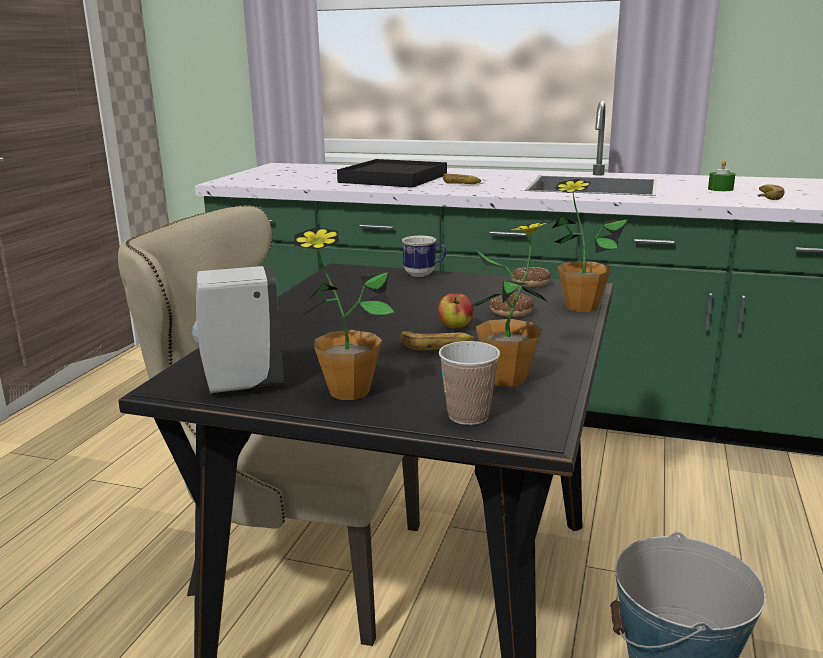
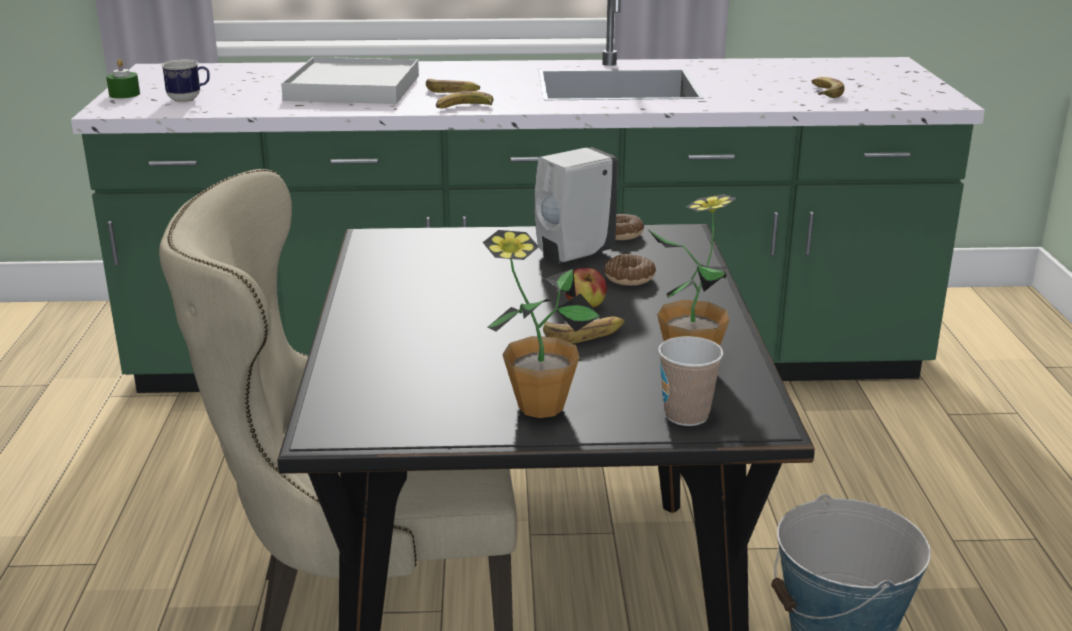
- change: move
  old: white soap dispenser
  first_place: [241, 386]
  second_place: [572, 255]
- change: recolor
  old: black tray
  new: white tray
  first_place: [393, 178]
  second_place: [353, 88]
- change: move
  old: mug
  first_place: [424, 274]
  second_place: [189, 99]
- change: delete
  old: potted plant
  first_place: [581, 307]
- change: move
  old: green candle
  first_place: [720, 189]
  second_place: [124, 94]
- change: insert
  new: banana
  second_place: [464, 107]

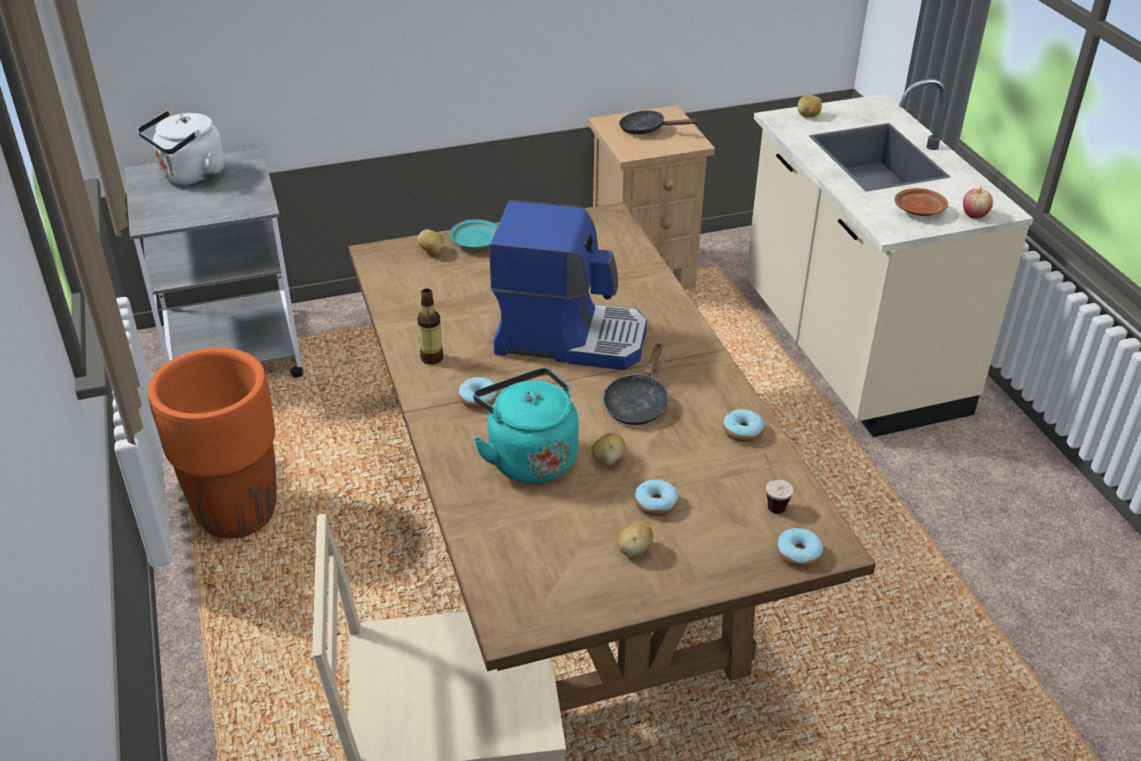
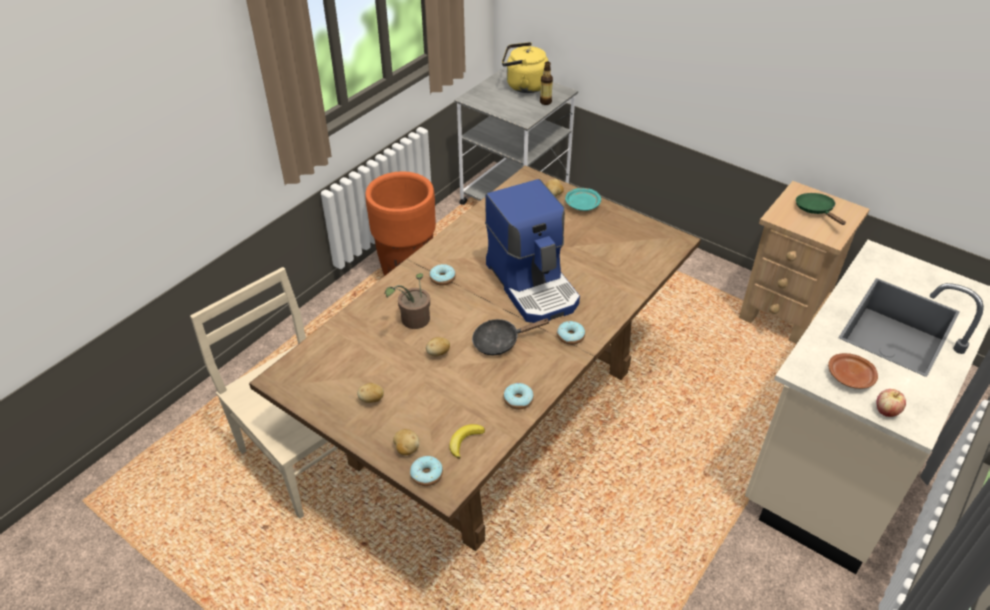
- change: recolor
  old: white kettle
  new: yellow kettle
  first_place: [190, 176]
  second_place: [523, 86]
- change: move
  old: bottle
  first_place: [432, 358]
  second_place: [545, 102]
- change: replace
  old: turquoise kettle
  new: potted plant
  first_place: [529, 457]
  second_place: [412, 321]
- change: recolor
  old: black frying pan
  new: green frying pan
  first_place: [647, 129]
  second_place: [816, 210]
- change: move
  old: donut
  first_place: [656, 504]
  second_place: [570, 336]
- change: replace
  old: cup
  new: banana
  first_place: [771, 500]
  second_place: [464, 441]
- change: move
  old: potato
  first_place: [808, 116]
  second_place: [406, 449]

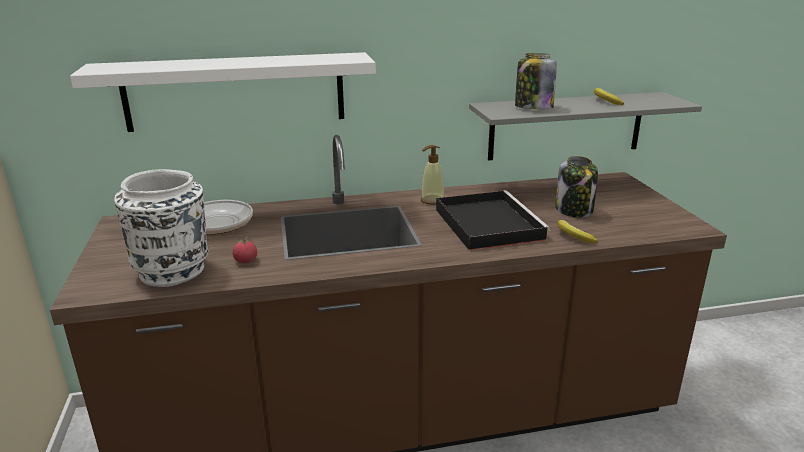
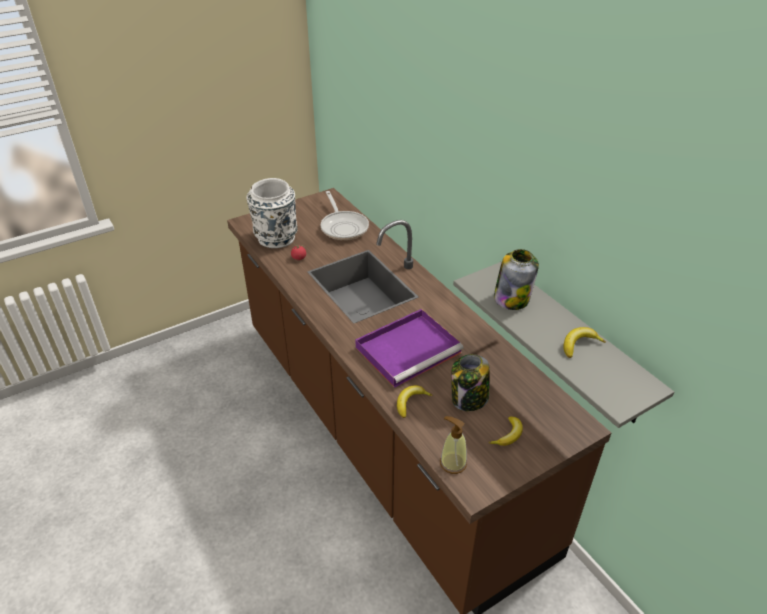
- change: delete
  old: white shelf
  first_place: [235, 91]
- change: move
  old: soap dispenser
  first_place: [432, 200]
  second_place: [453, 463]
- change: recolor
  old: black tray
  new: purple tray
  first_place: [487, 223]
  second_place: [409, 349]
- change: insert
  new: banana
  second_place: [508, 435]

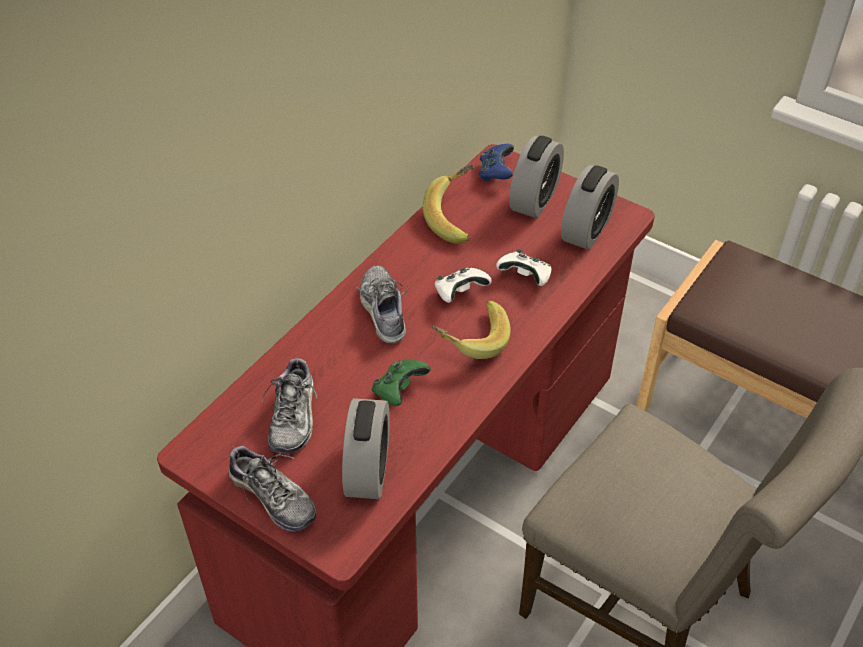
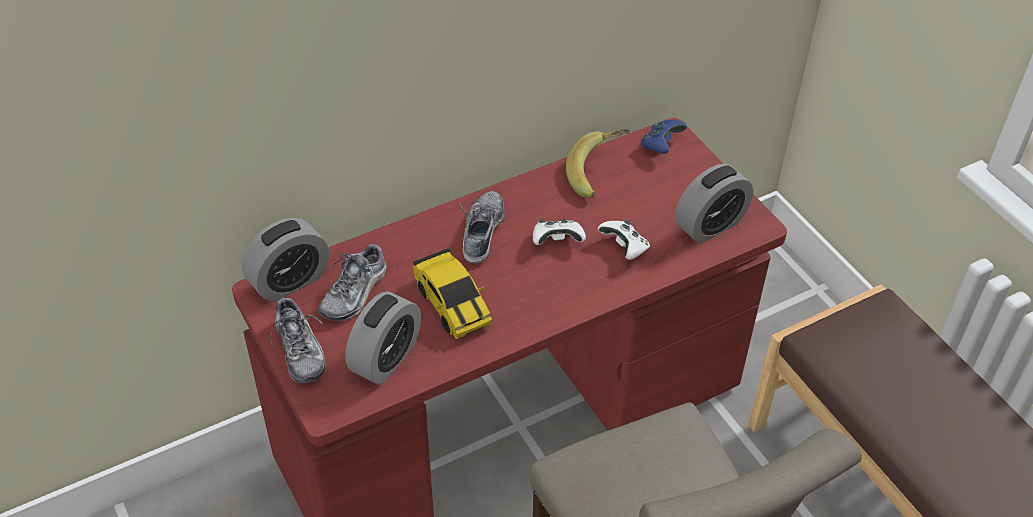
- change: replace
  old: green game controller
  new: toy car
  first_place: [399, 390]
  second_place: [452, 304]
- change: delete
  old: banana
  first_place: [470, 340]
- change: move
  old: alarm clock
  first_place: [534, 200]
  second_place: [290, 281]

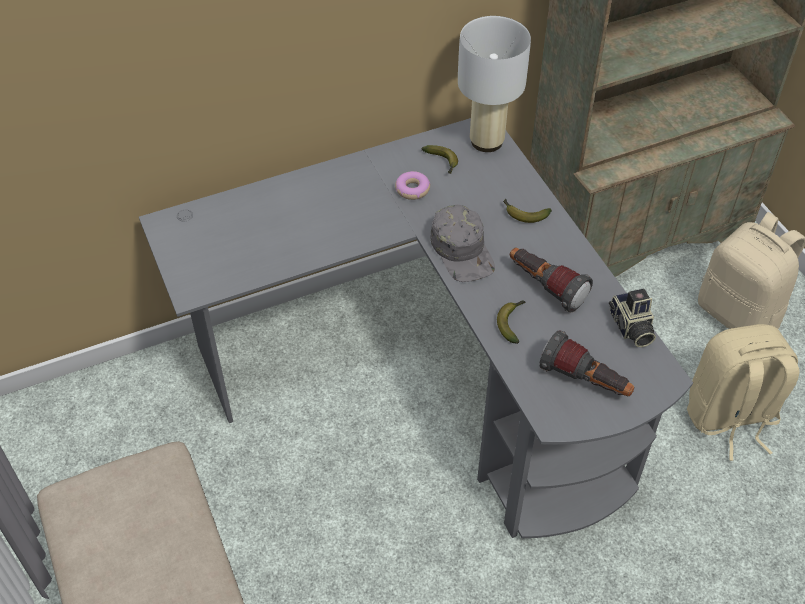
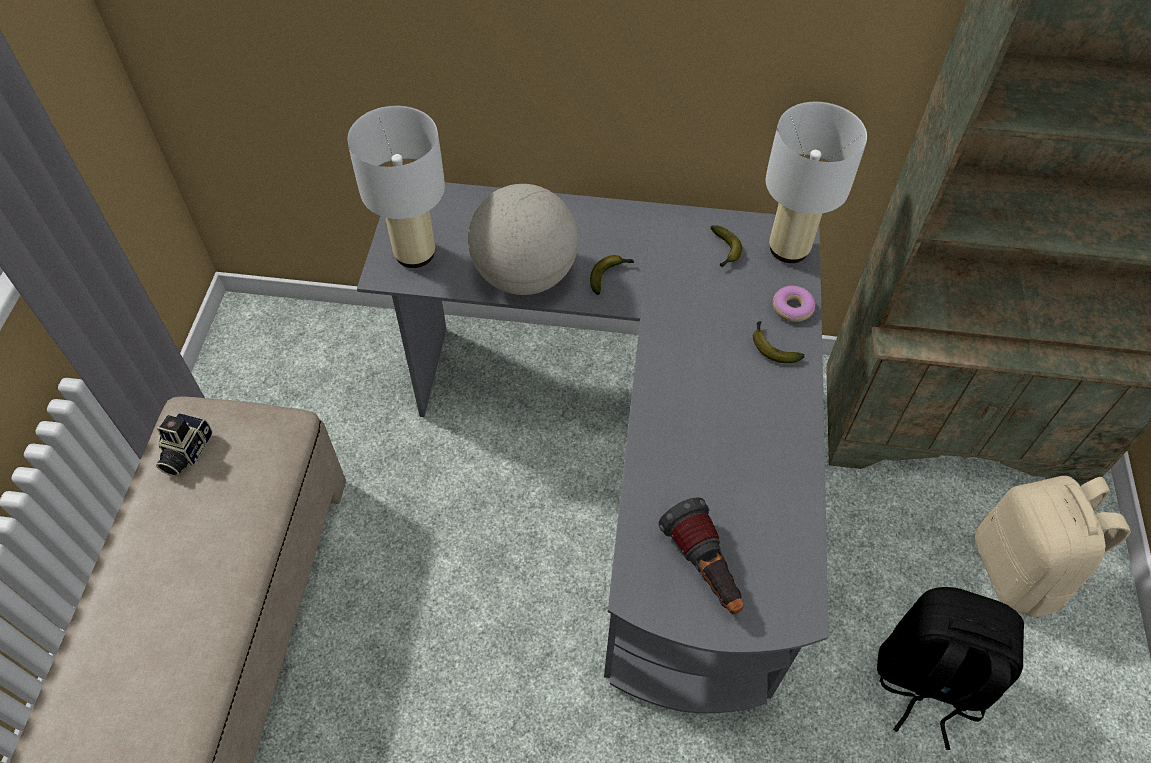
- change: move
  old: donut
  first_place: [412, 189]
  second_place: [792, 308]
- change: delete
  old: grey cap
  first_place: [463, 250]
- change: move
  old: banana
  first_place: [512, 323]
  second_place: [610, 276]
- change: delete
  old: flashlight
  first_place: [545, 287]
- change: move
  old: photo camera
  first_place: [630, 328]
  second_place: [185, 452]
- change: recolor
  old: beige backpack
  new: black backpack
  first_place: [730, 417]
  second_place: [928, 681]
- change: insert
  new: white table lamp
  second_place: [415, 254]
- change: insert
  new: globe
  second_place: [524, 276]

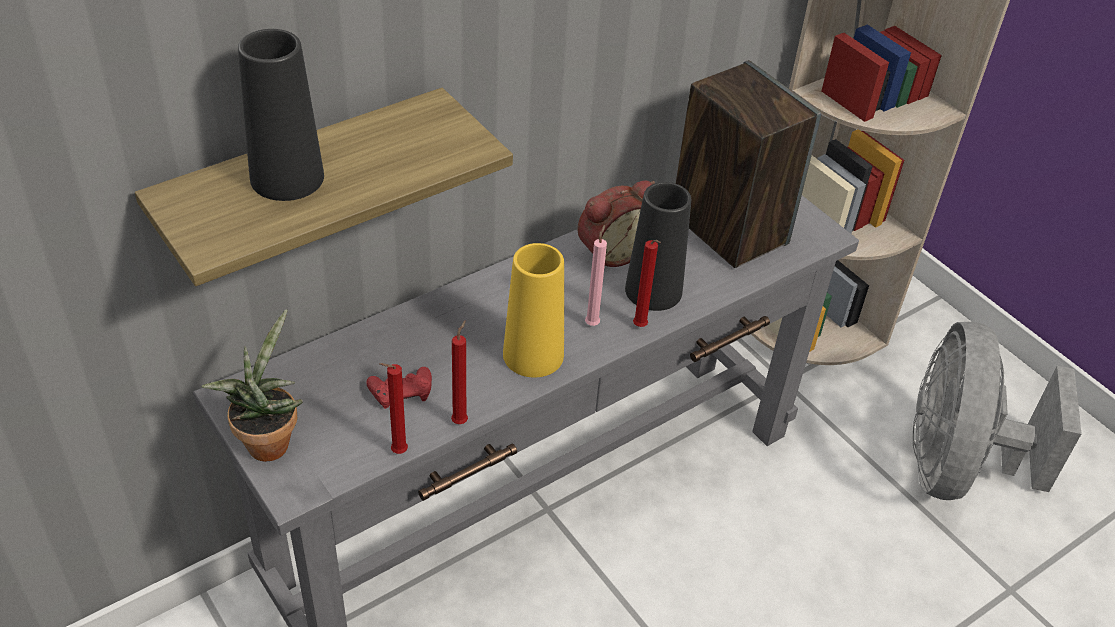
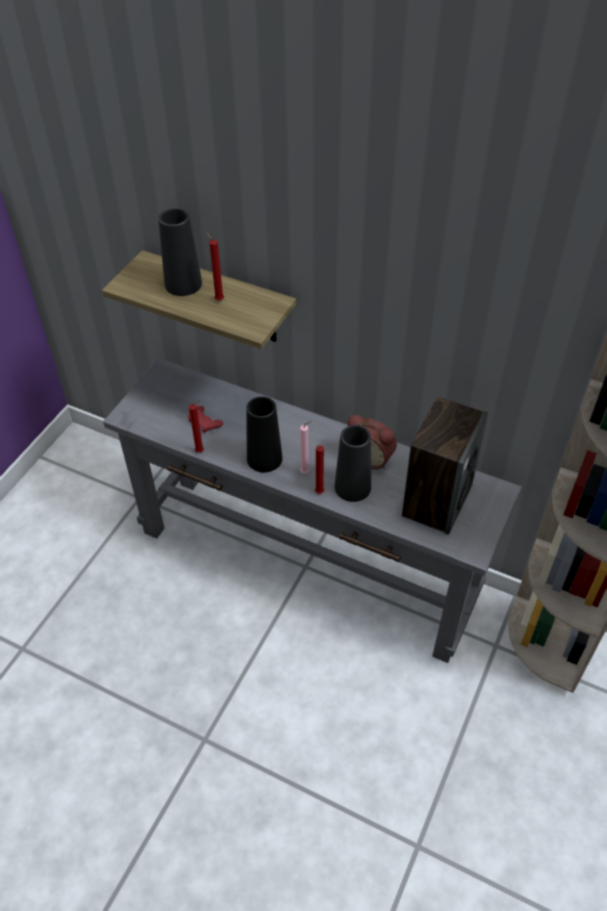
- change: delete
  old: potted plant
  first_place: [267, 440]
- change: move
  old: red candle
  first_place: [396, 452]
  second_place: [218, 299]
- change: recolor
  old: yellow vase
  new: black vase
  first_place: [533, 355]
  second_place: [264, 458]
- change: delete
  old: grey fan
  first_place: [955, 466]

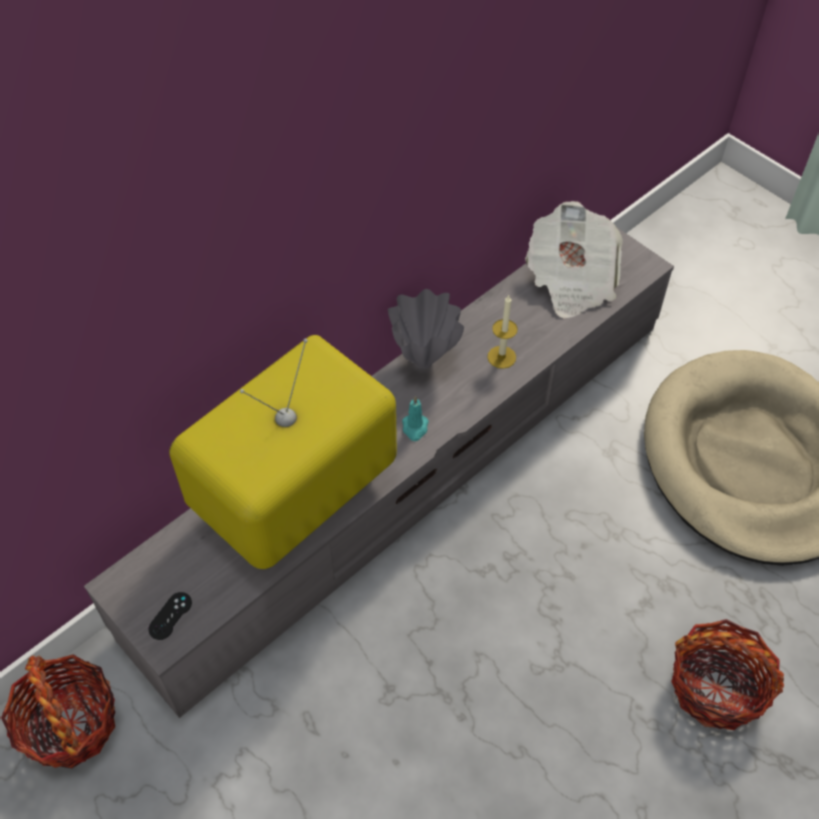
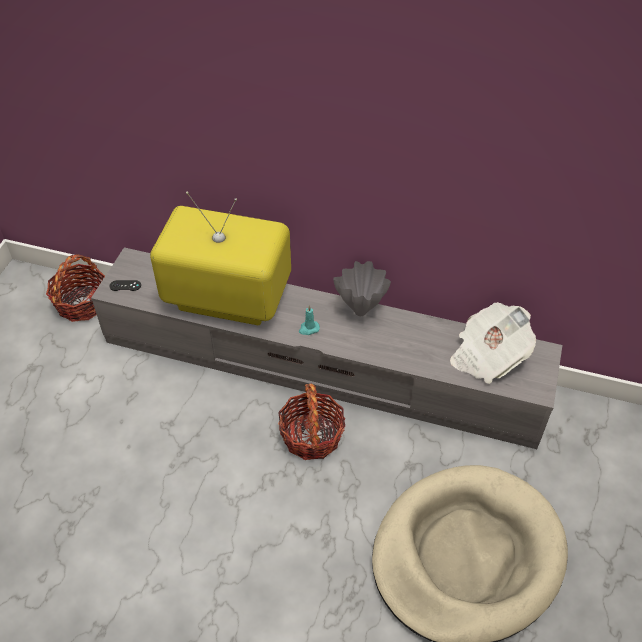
- change: delete
  old: candle
  first_place: [501, 357]
- change: move
  old: basket
  first_place: [716, 687]
  second_place: [312, 436]

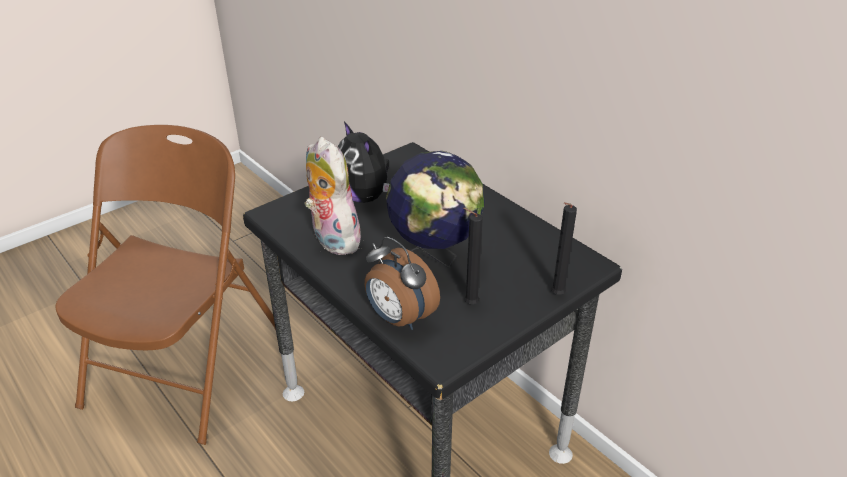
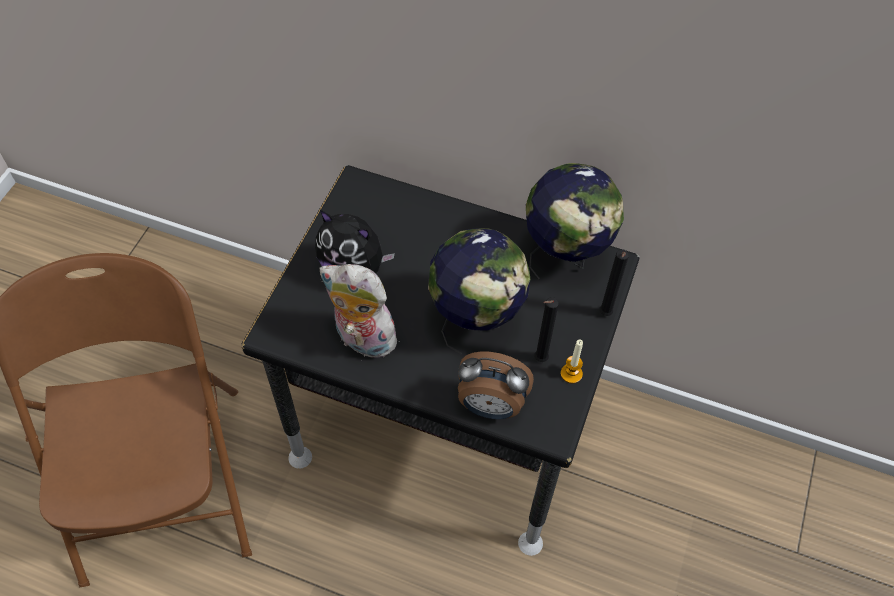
- change: insert
  new: globe
  second_place: [565, 256]
- change: insert
  new: candle
  second_place: [571, 373]

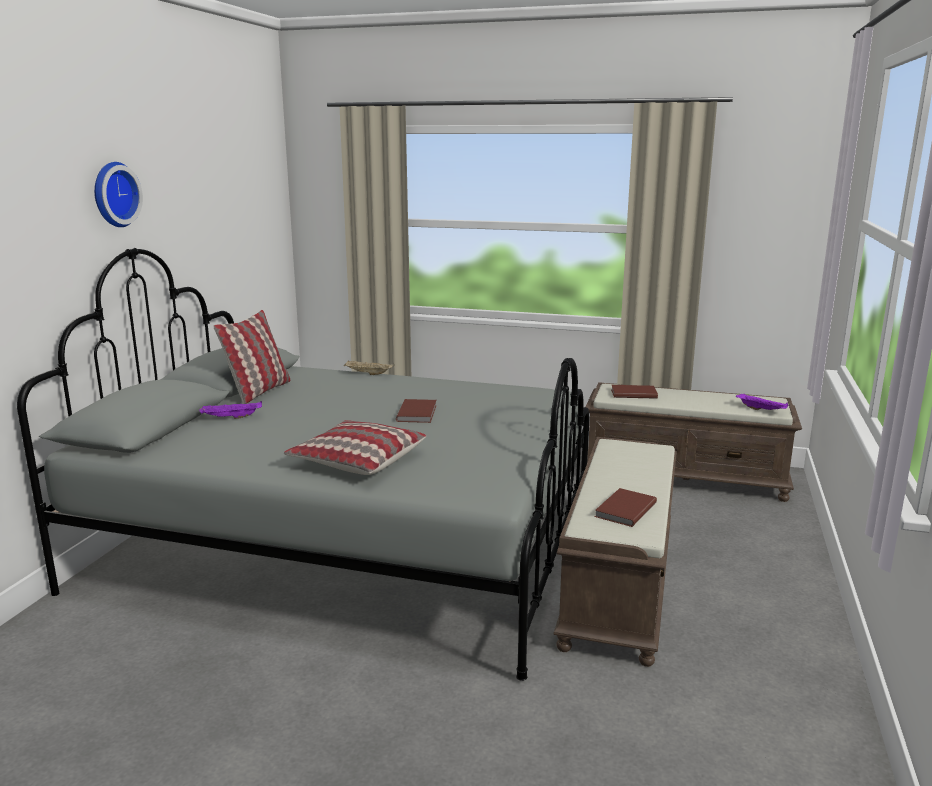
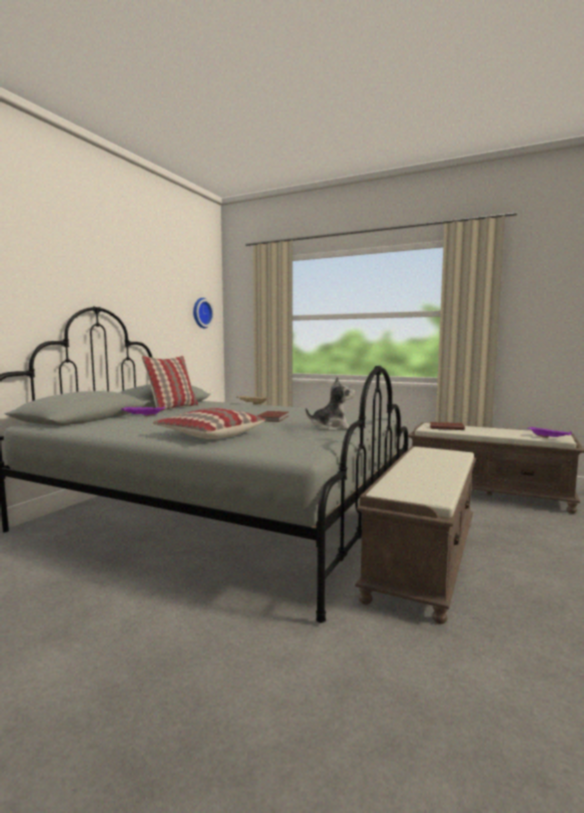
- change: move
  old: wall clock
  first_place: [113, 194]
  second_place: [201, 313]
- change: delete
  old: brown book
  first_place: [624, 510]
- change: insert
  new: plush toy
  second_place: [331, 428]

